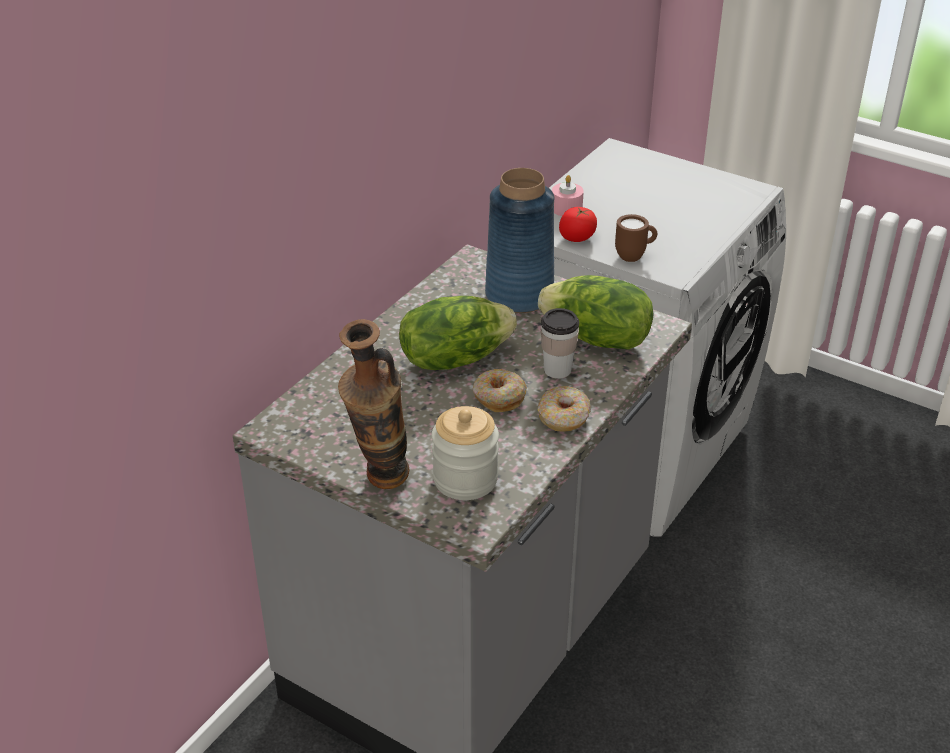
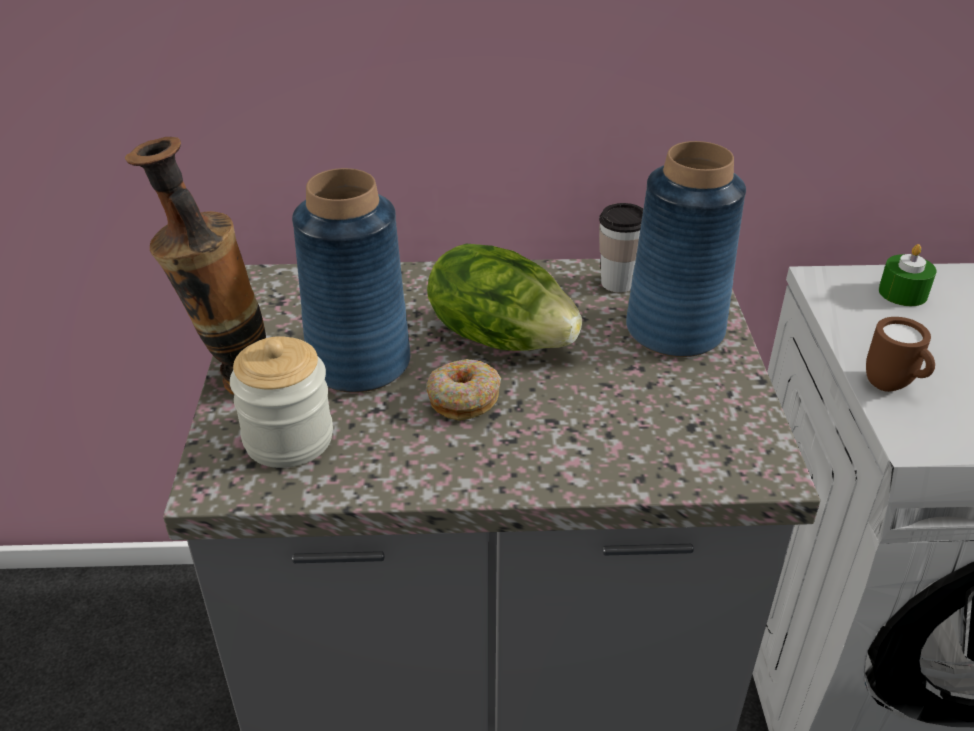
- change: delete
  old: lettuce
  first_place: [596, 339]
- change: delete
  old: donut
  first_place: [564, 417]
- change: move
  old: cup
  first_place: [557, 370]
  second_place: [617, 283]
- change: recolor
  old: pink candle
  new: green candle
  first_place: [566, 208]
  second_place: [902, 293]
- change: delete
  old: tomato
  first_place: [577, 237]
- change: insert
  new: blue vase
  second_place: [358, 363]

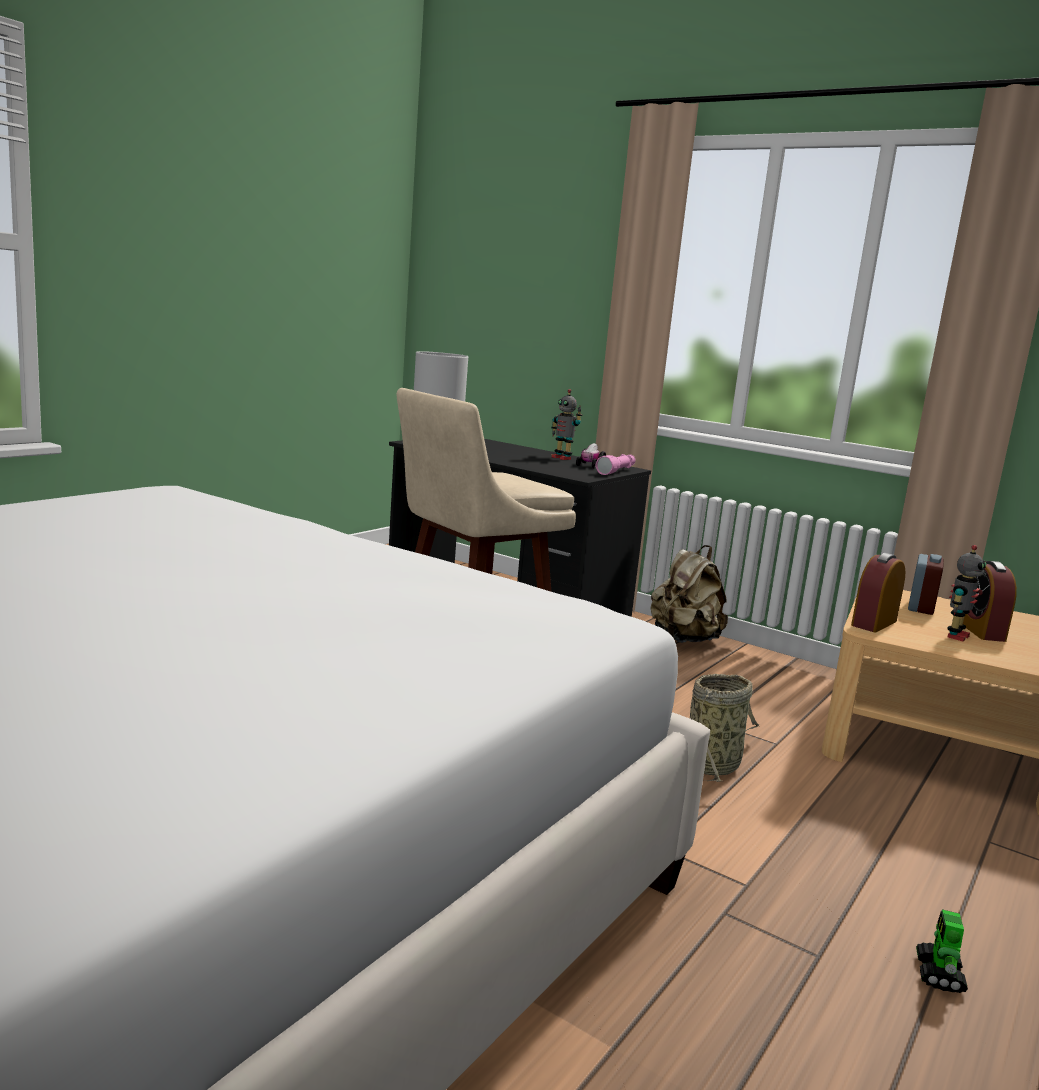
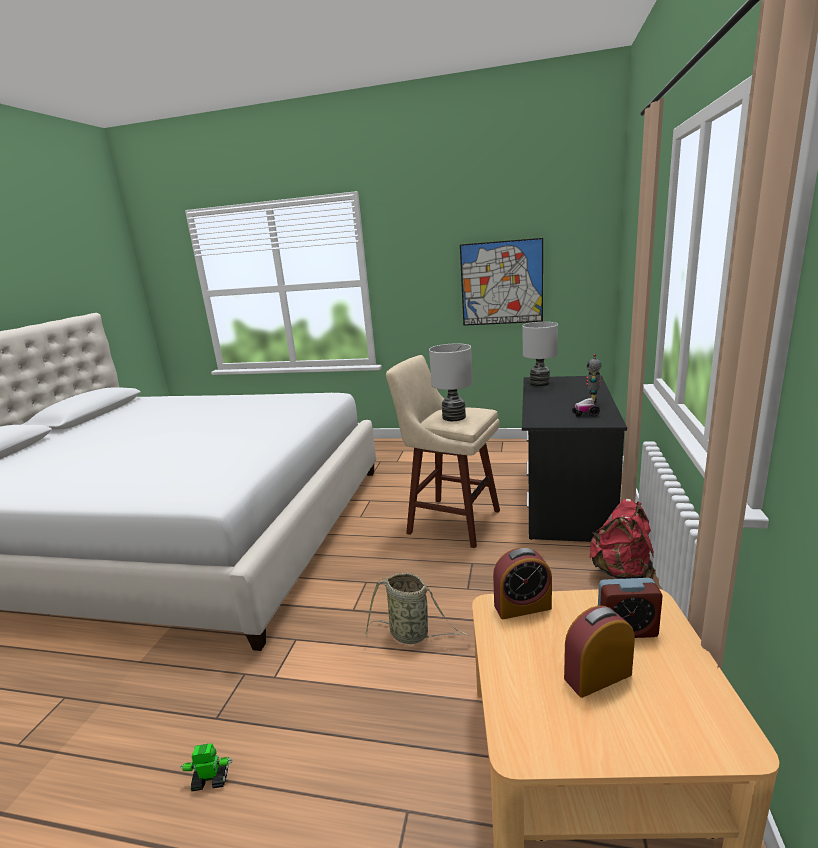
- change: delete
  old: pink flashlight
  first_place: [617, 471]
- change: recolor
  old: beige backpack
  new: red backpack
  first_place: [683, 640]
  second_place: [622, 572]
- change: rotate
  old: alarm clock
  first_place: [874, 623]
  second_place: [522, 607]
  degrees: 150
- change: delete
  old: toy robot
  first_place: [955, 636]
- change: insert
  new: grey table lamp
  second_place: [454, 417]
- change: insert
  new: picture
  second_place: [501, 283]

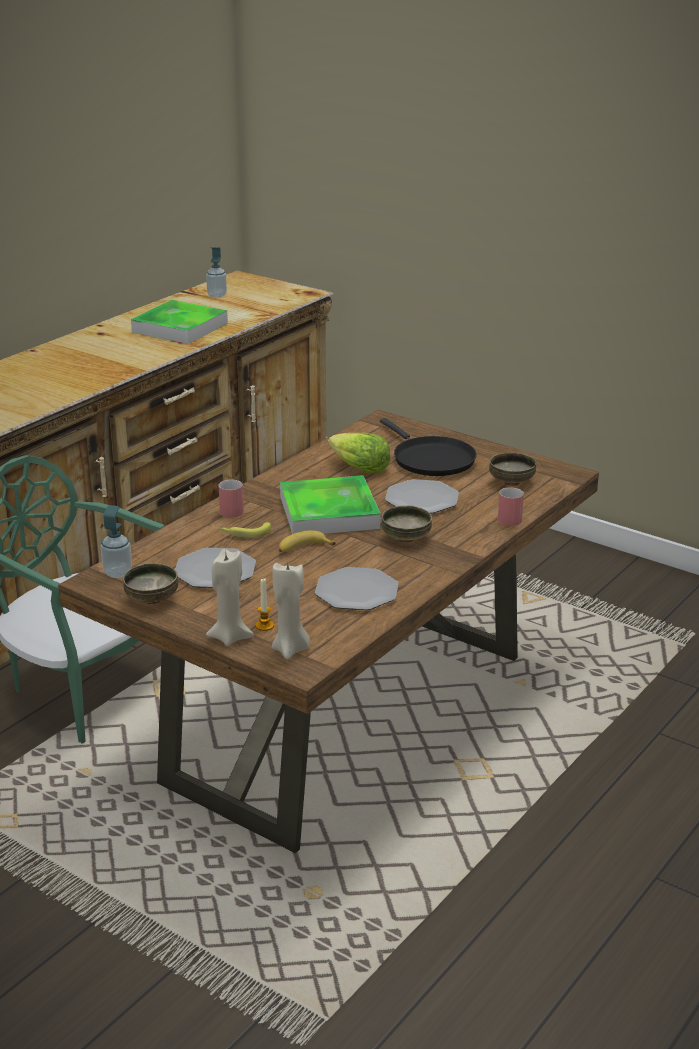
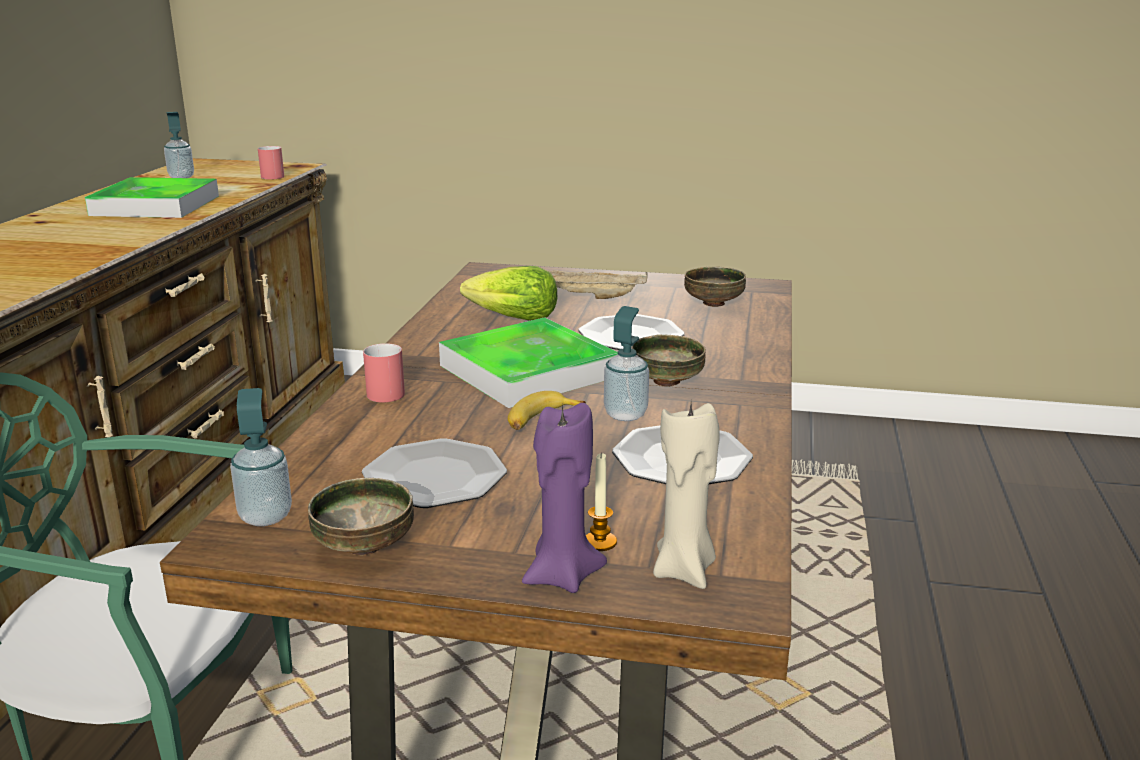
- change: recolor
  old: beige candle
  new: purple candle
  first_place: [230, 637]
  second_place: [562, 576]
- change: delete
  old: banana
  first_place: [245, 533]
- change: replace
  old: black frying pan
  new: beige tray
  first_place: [430, 459]
  second_place: [590, 297]
- change: move
  old: red mug
  first_place: [508, 517]
  second_place: [271, 176]
- change: insert
  new: soap dispenser
  second_place: [625, 414]

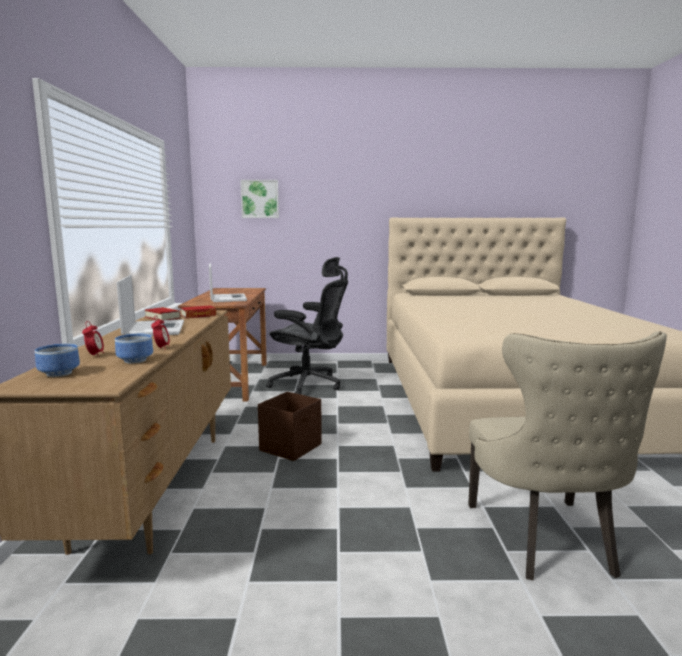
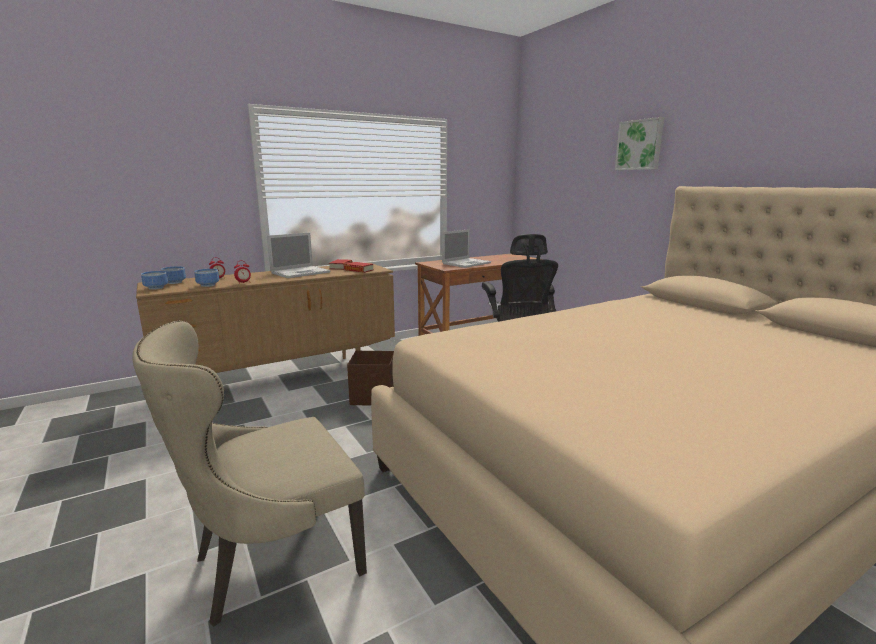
- change: move
  old: picture
  first_place: [260, 199]
  second_place: [640, 145]
- change: insert
  new: bowl
  second_place: [156, 288]

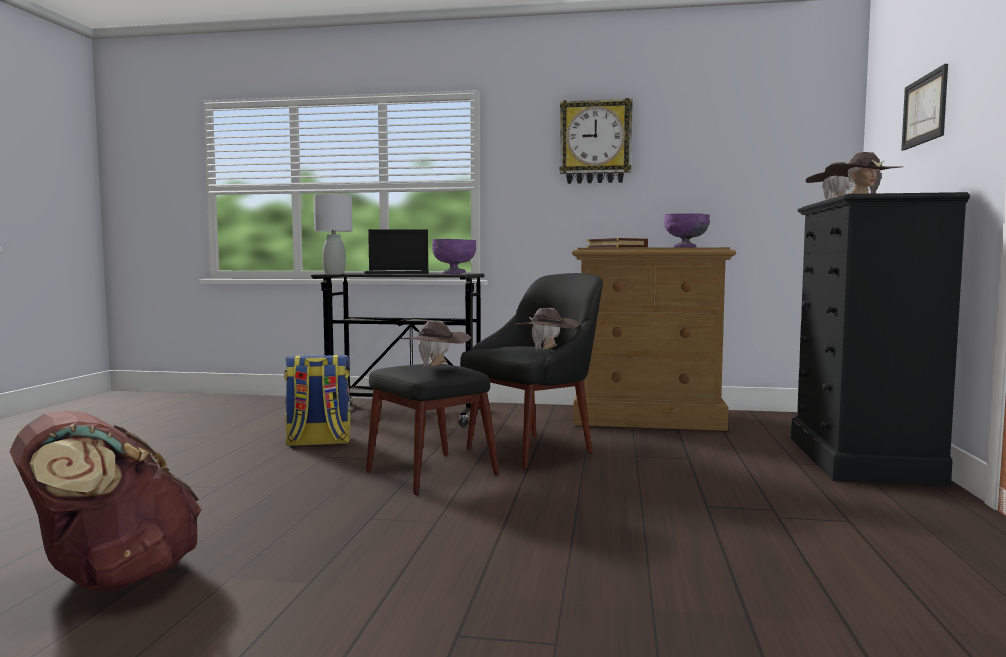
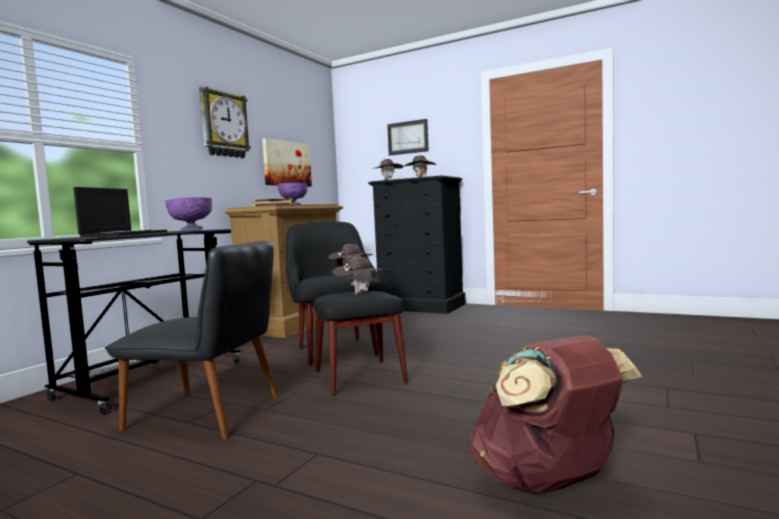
- change: replace
  old: backpack
  new: black chair
  first_place: [318, 442]
  second_place: [204, 413]
- change: delete
  old: grey table lamp
  first_place: [334, 273]
- change: insert
  new: picture
  second_place: [286, 164]

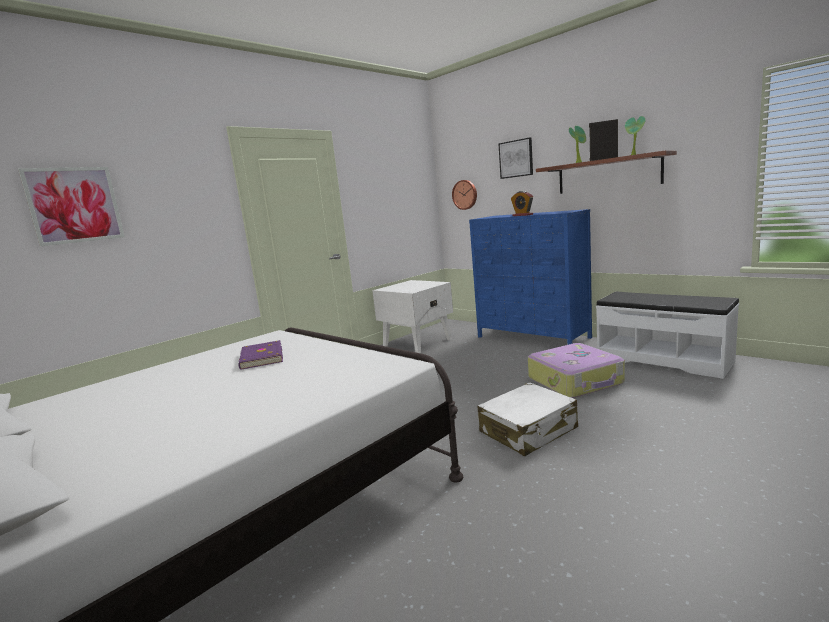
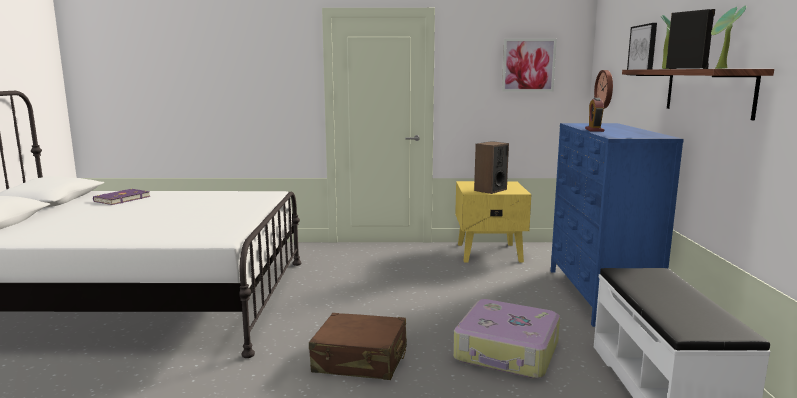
- change: move
  old: picture
  first_place: [74, 205]
  second_place: [528, 65]
- change: move
  old: purple book
  first_place: [260, 358]
  second_place: [121, 199]
- change: recolor
  old: white nightstand
  new: yellow nightstand
  first_place: [418, 342]
  second_place: [490, 253]
- change: recolor
  old: white suitcase
  new: brown suitcase
  first_place: [528, 431]
  second_place: [360, 360]
- change: insert
  new: speaker
  second_place: [490, 190]

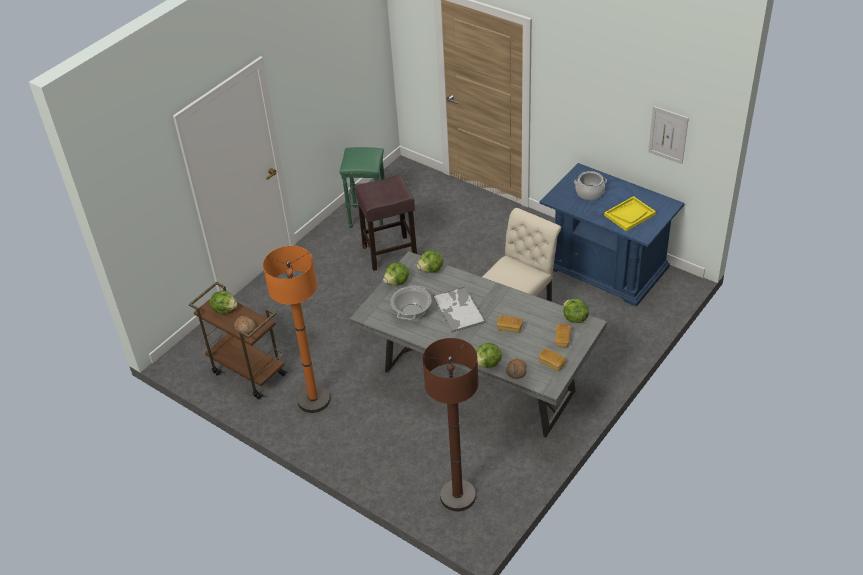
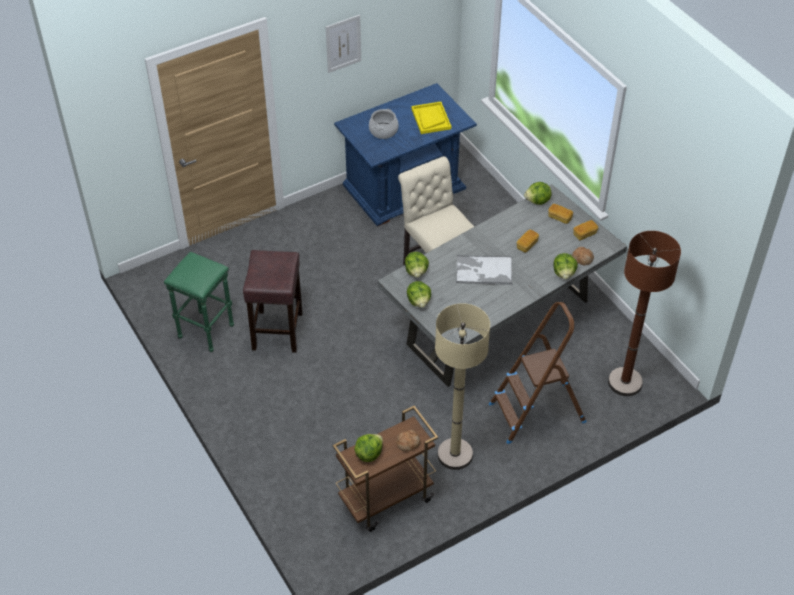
- change: recolor
  old: orange floor lamp
  new: beige floor lamp
  first_place: [313, 400]
  second_place: [455, 455]
- change: delete
  old: cooking pot
  first_place: [412, 312]
- change: move
  old: picture
  first_place: [668, 135]
  second_place: [343, 43]
- change: insert
  new: brown step ladder
  second_place: [536, 413]

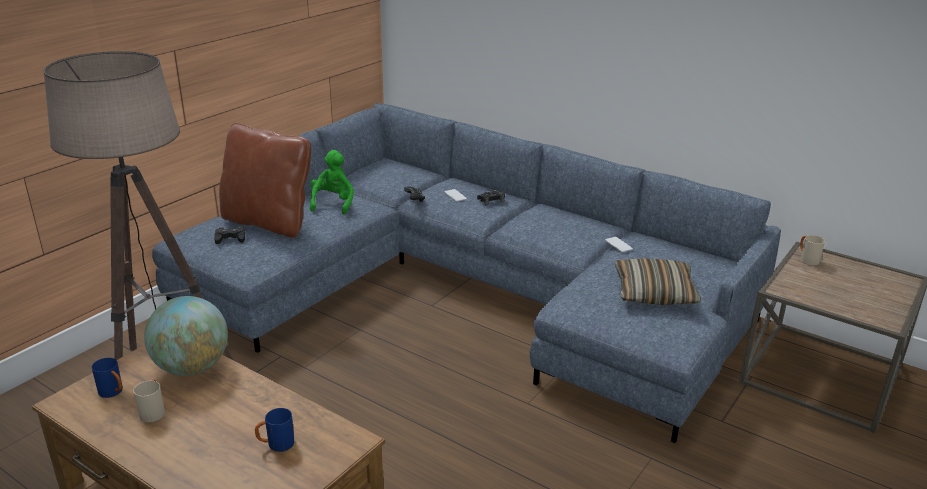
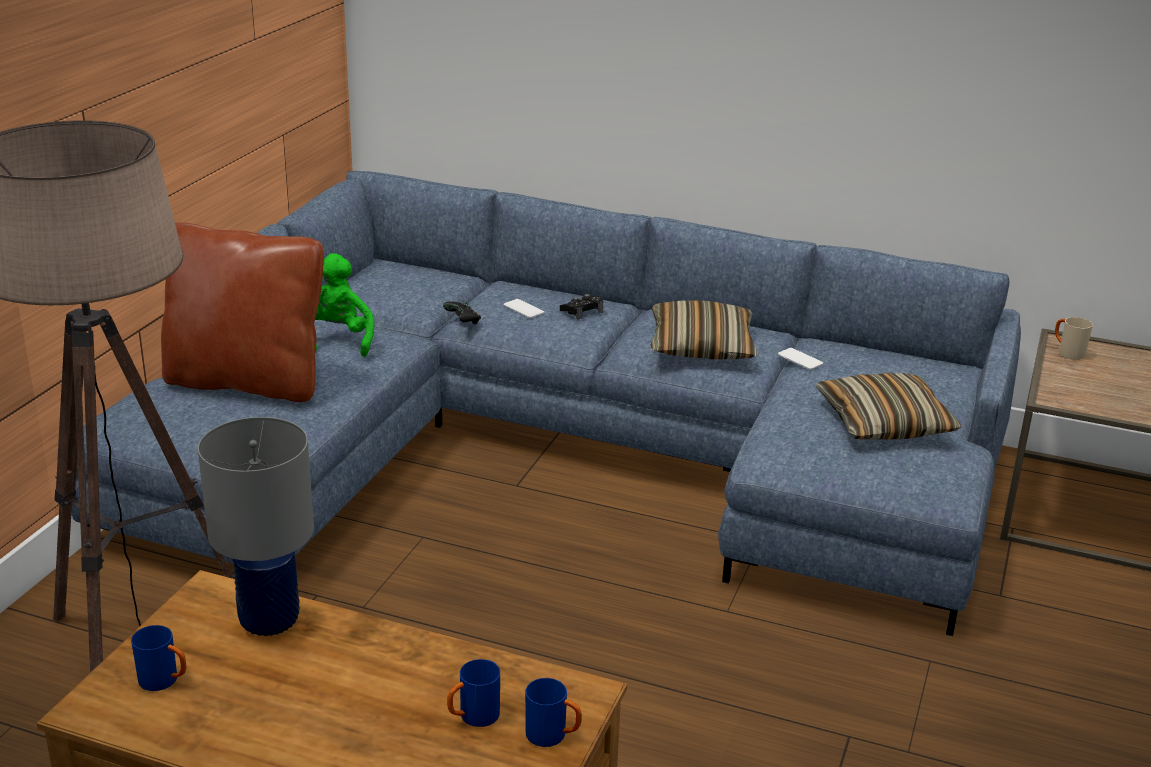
- change: delete
  old: beige mug
  first_place: [153, 411]
- change: replace
  old: globe
  new: grey table lamp
  first_place: [192, 367]
  second_place: [270, 624]
- change: delete
  old: black game controller
  first_place: [230, 239]
- change: insert
  new: blue mug
  second_place: [553, 736]
- change: insert
  new: pillow
  second_place: [701, 346]

